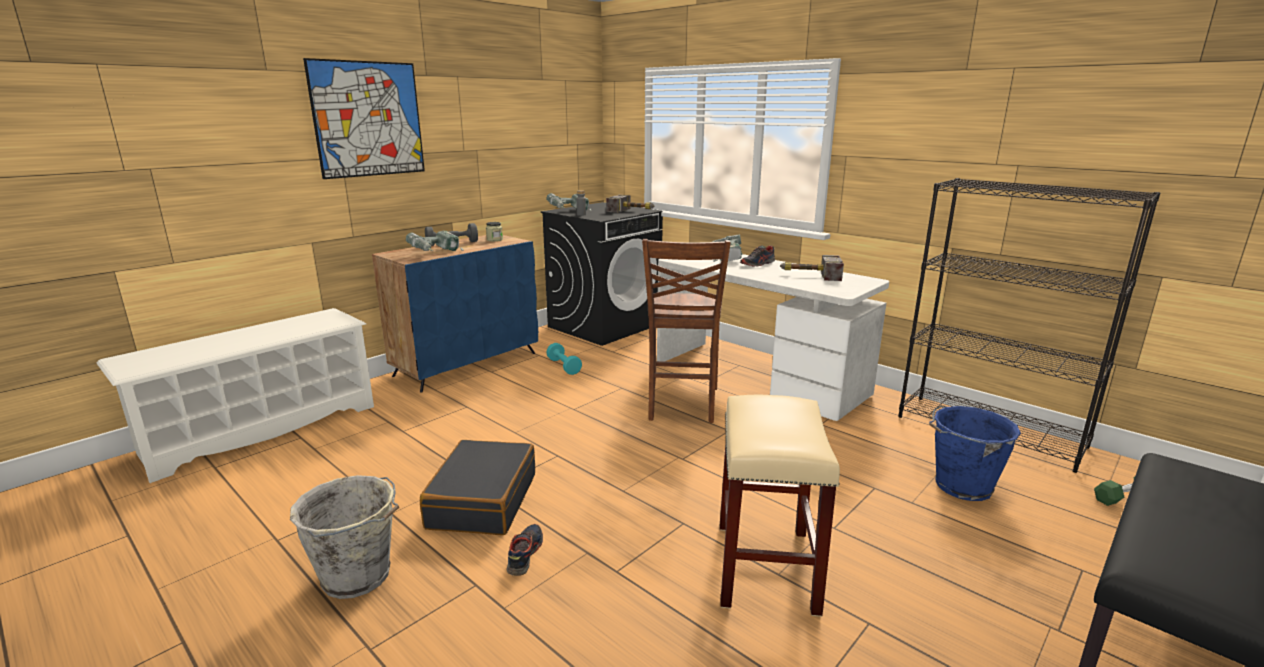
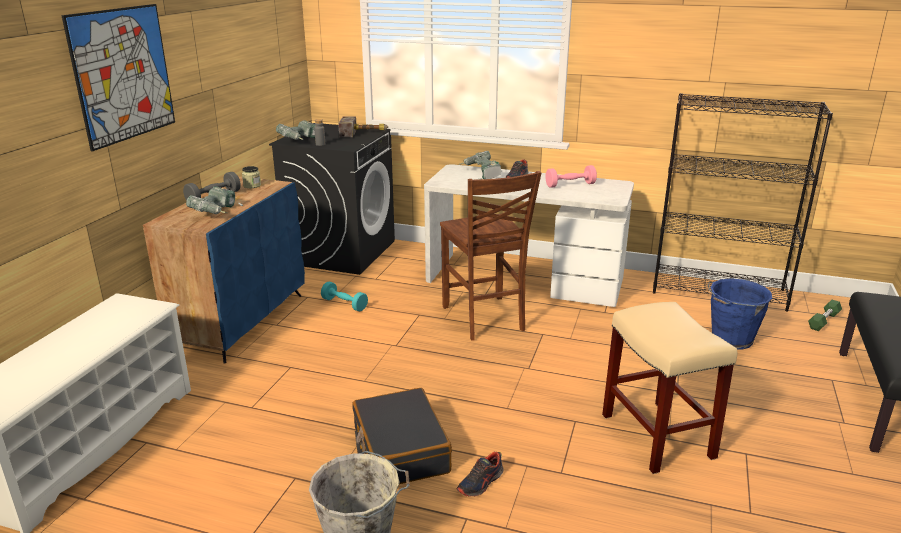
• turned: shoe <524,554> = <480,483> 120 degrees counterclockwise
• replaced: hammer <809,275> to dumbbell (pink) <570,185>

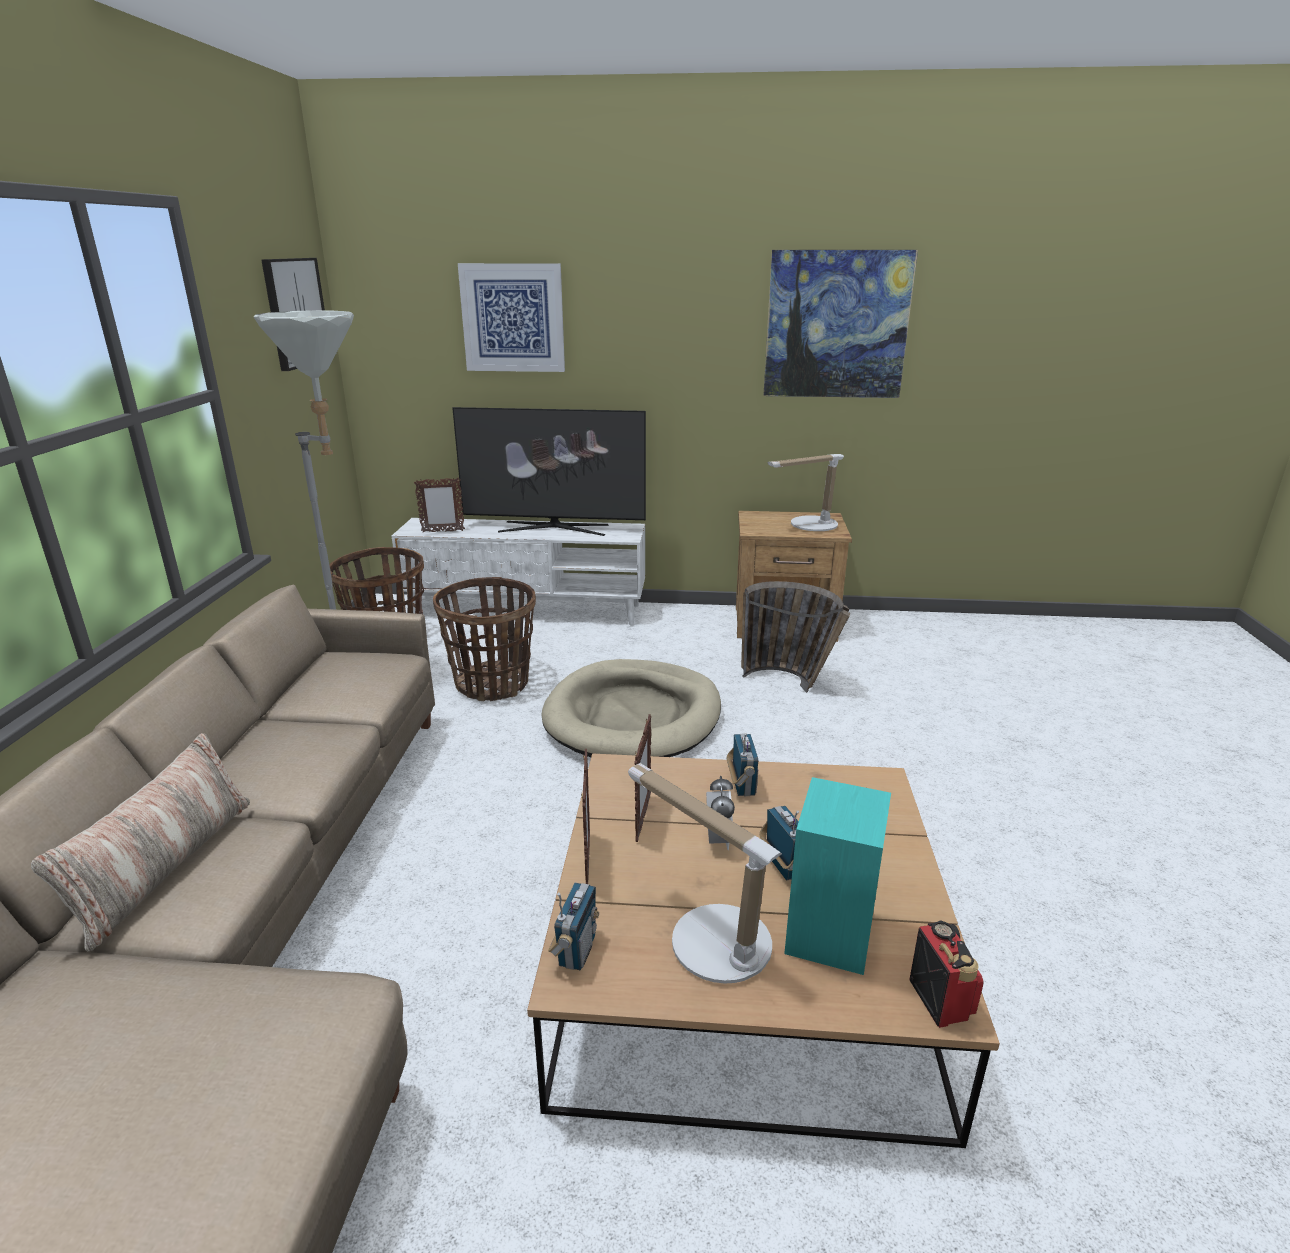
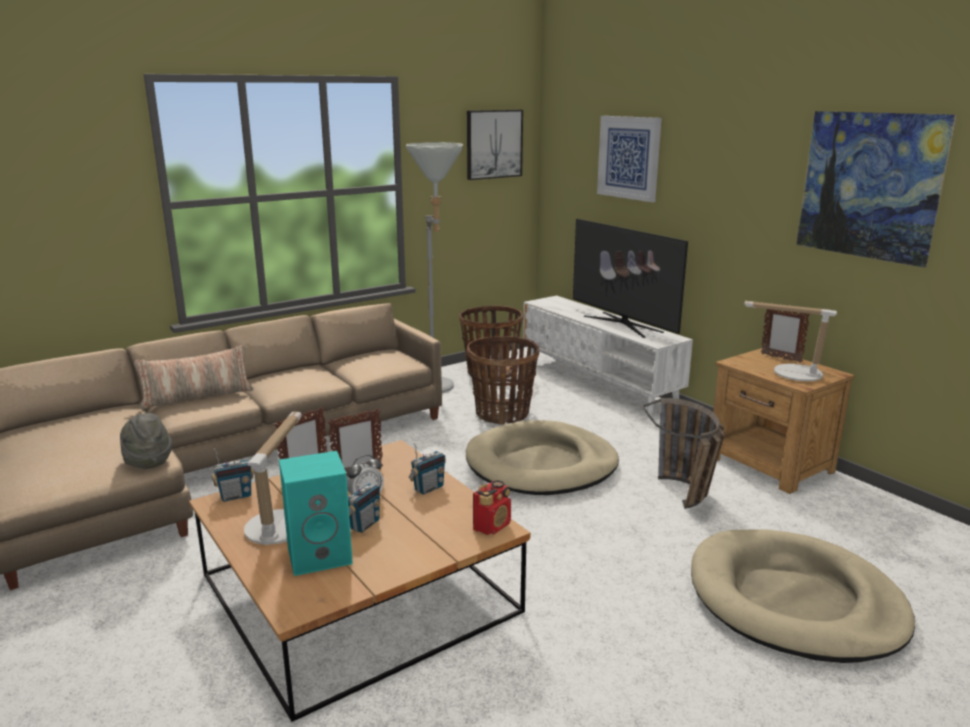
• added: hat (grey) <147,461>
• moved: radio <940,999> to <492,526>
• added: dog bed (beige) <794,601>
• moved: picture frame <442,531> to <780,358>

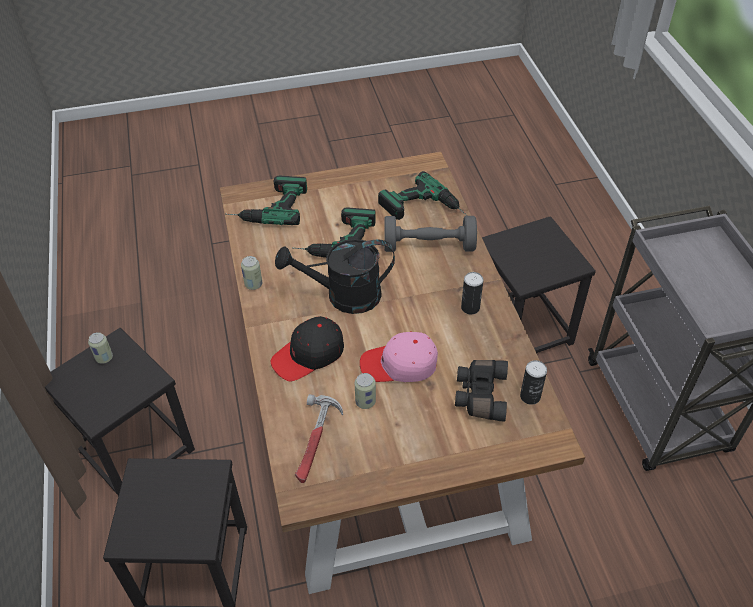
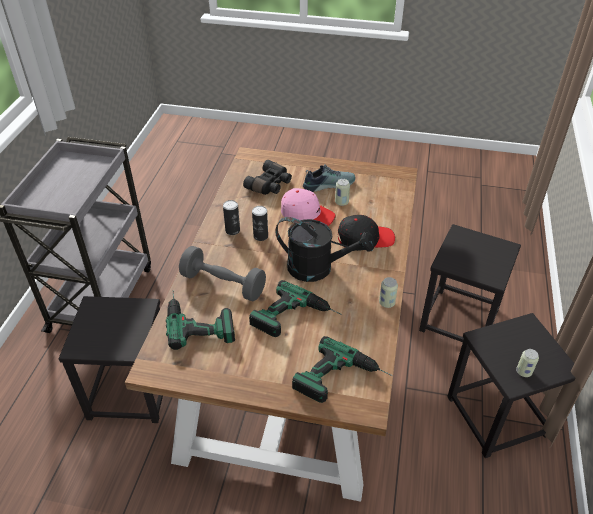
• moved: can <530,396> to <260,236>
• added: shoe <328,184>
• removed: hammer <316,441>

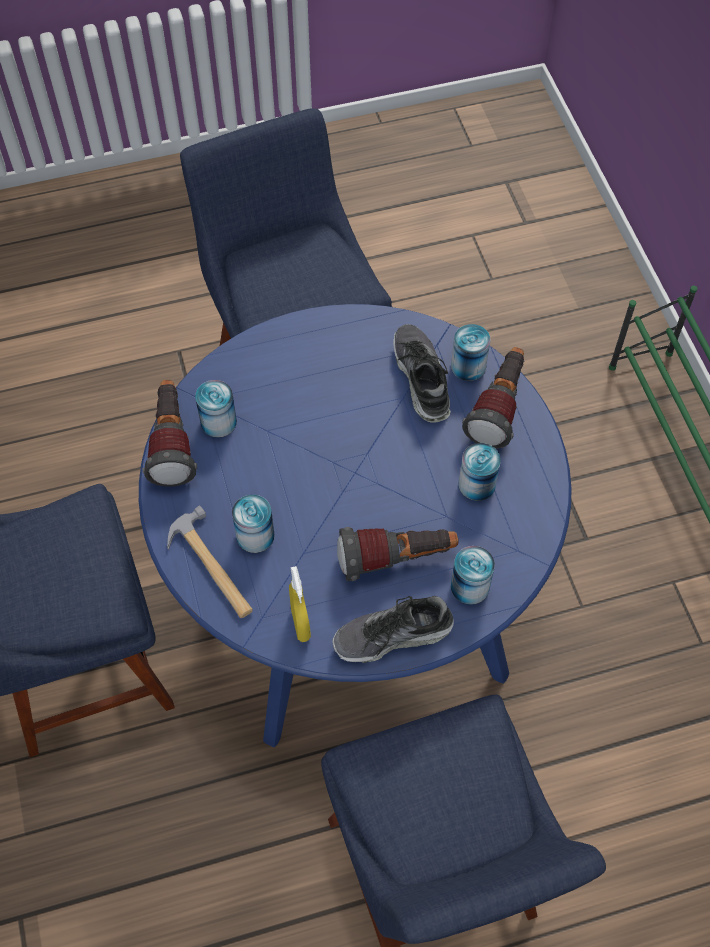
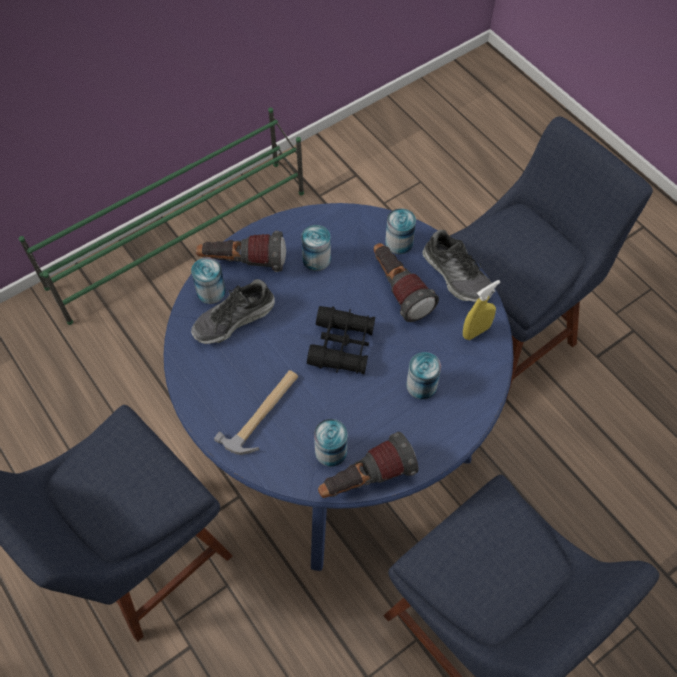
• moved: hammer <212,568> to <263,413>
• added: binoculars (black) <342,345>

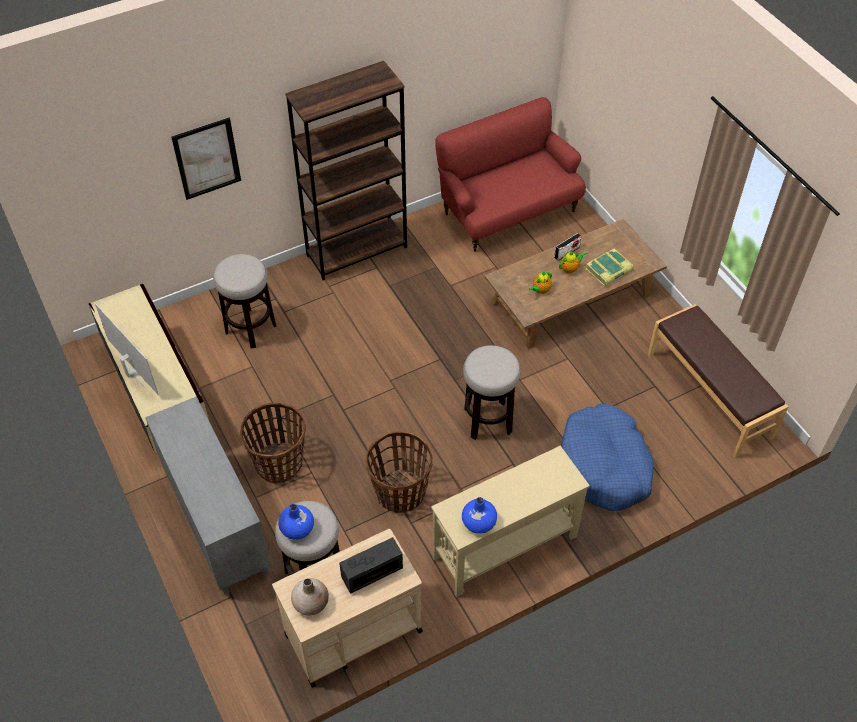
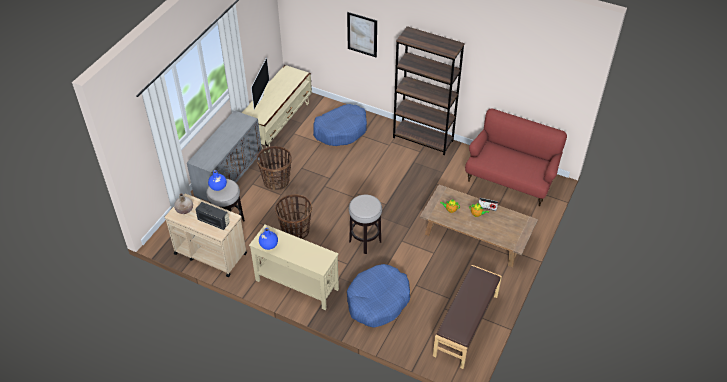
• replaced: stool <251,329> to dog bed (blue) <341,130>
• removed: book <609,270>

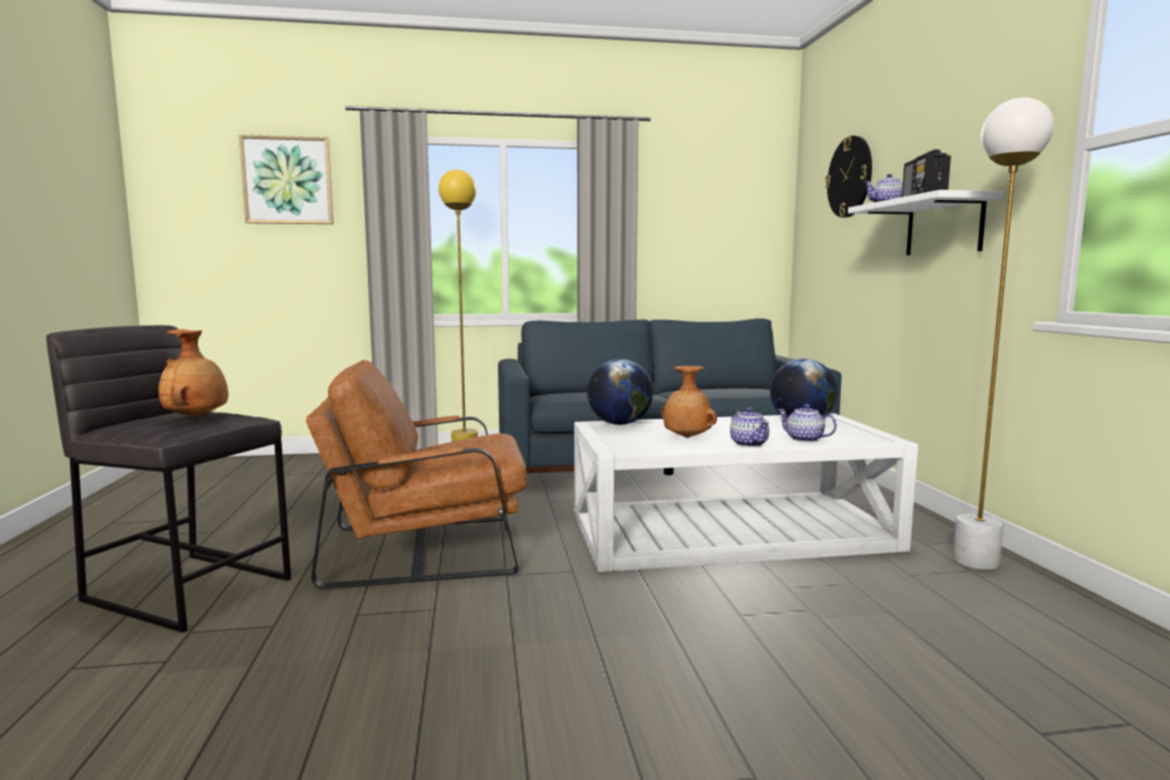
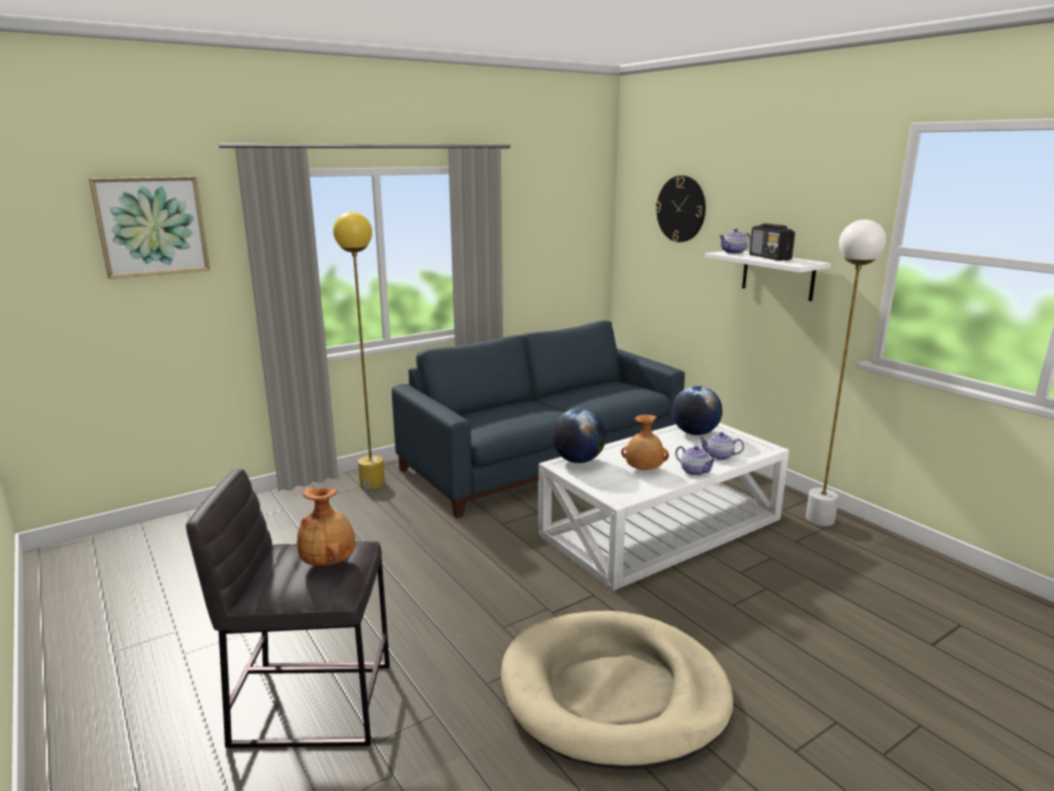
• added: dog bed (beige) <614,693>
• removed: armchair (brown) <427,548>

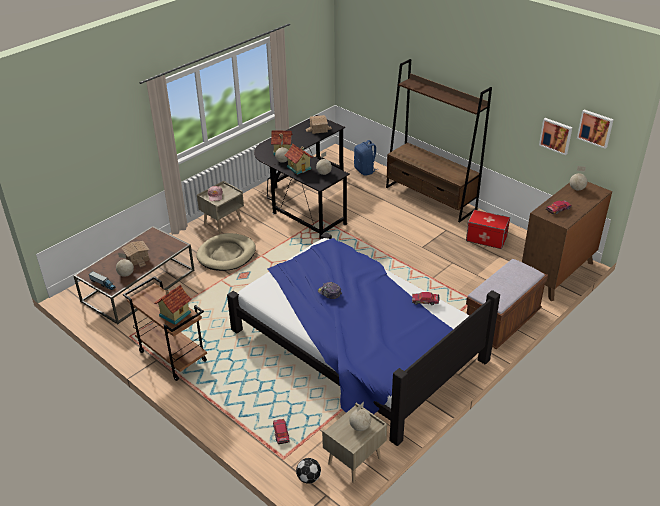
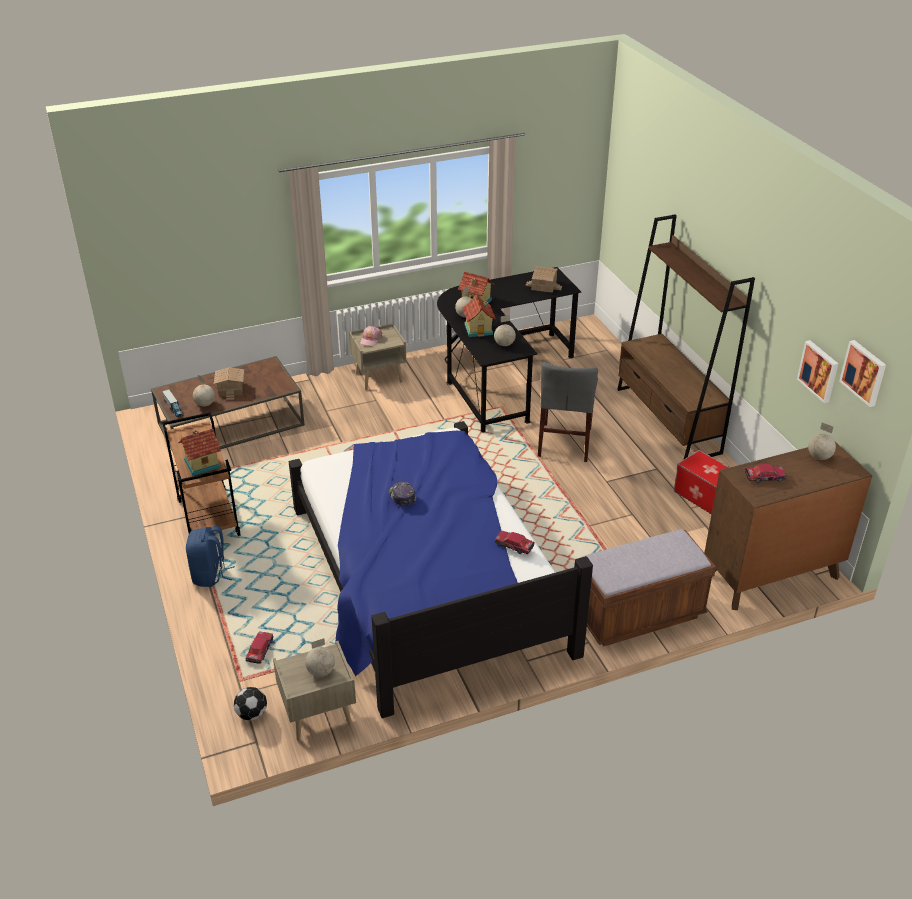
• moved: backpack (blue) <365,170> to <210,575>
• added: chair (grey) <564,442>
• removed: dog bed (beige) <226,254>

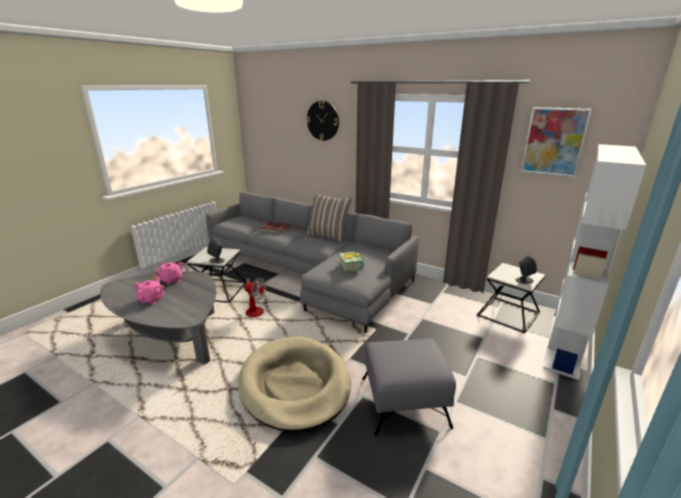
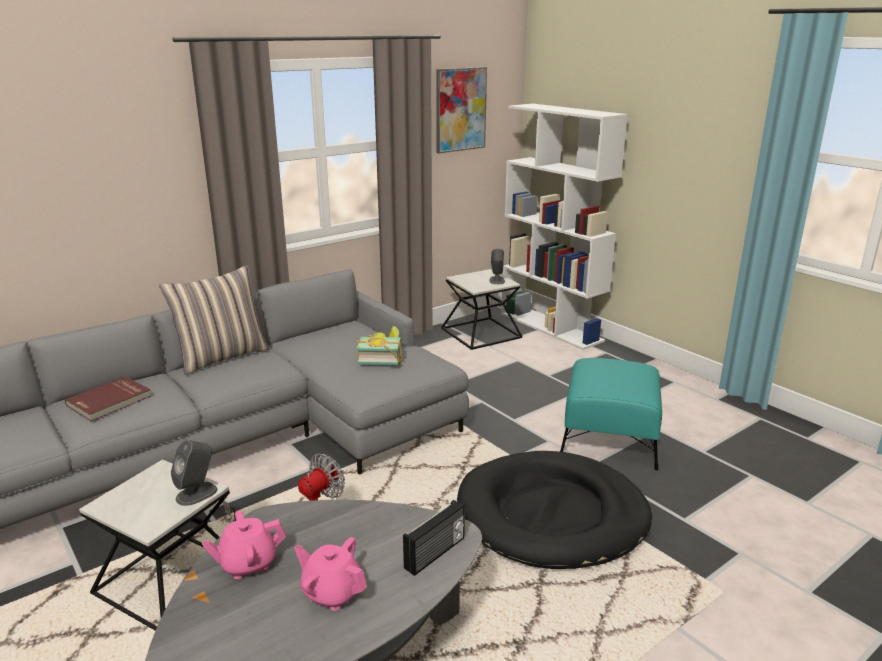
• added: radio <436,554>
• recoloured: dog bed (beige) <295,385> to dog bed (black) <552,515>
• recoloured: ottoman (grey) <405,402> to ottoman (turquoise) <609,438>
• removed: wall clock <323,120>

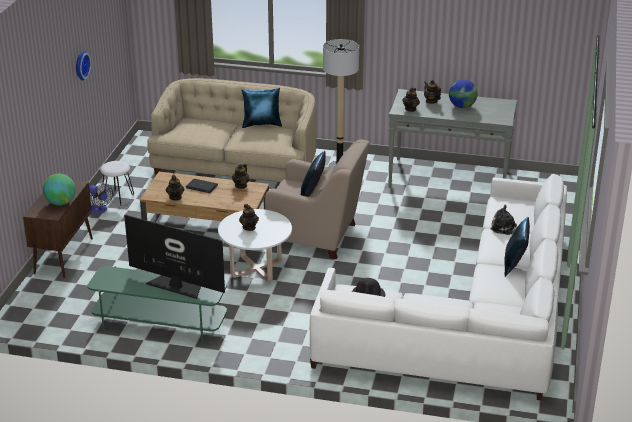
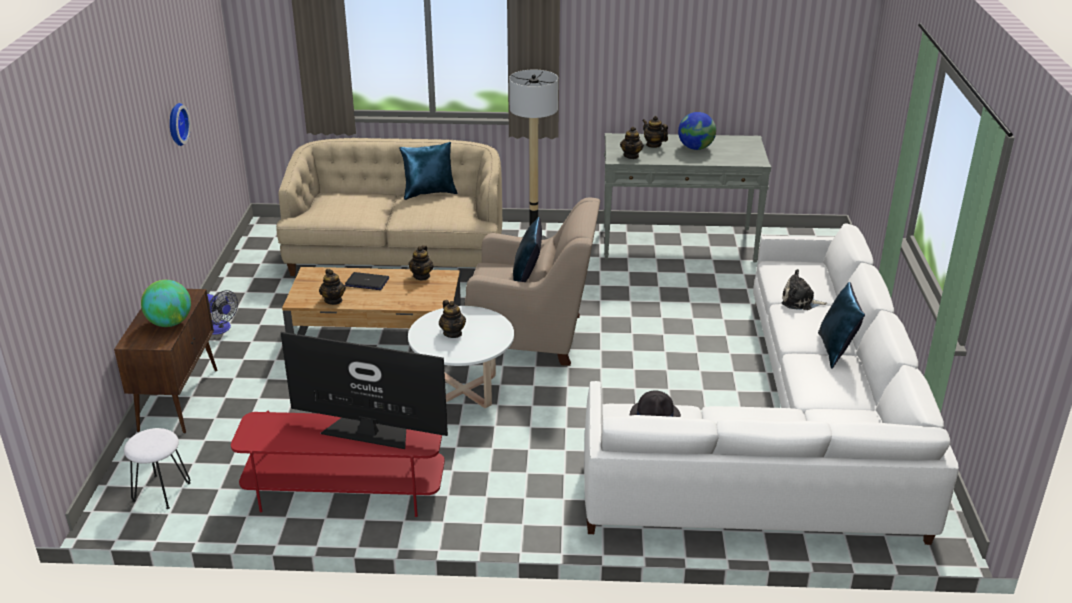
• moved: stool (white) <117,197> to <161,491>
• recoloured: tv stand (green) <159,325> to tv stand (red) <344,492>

